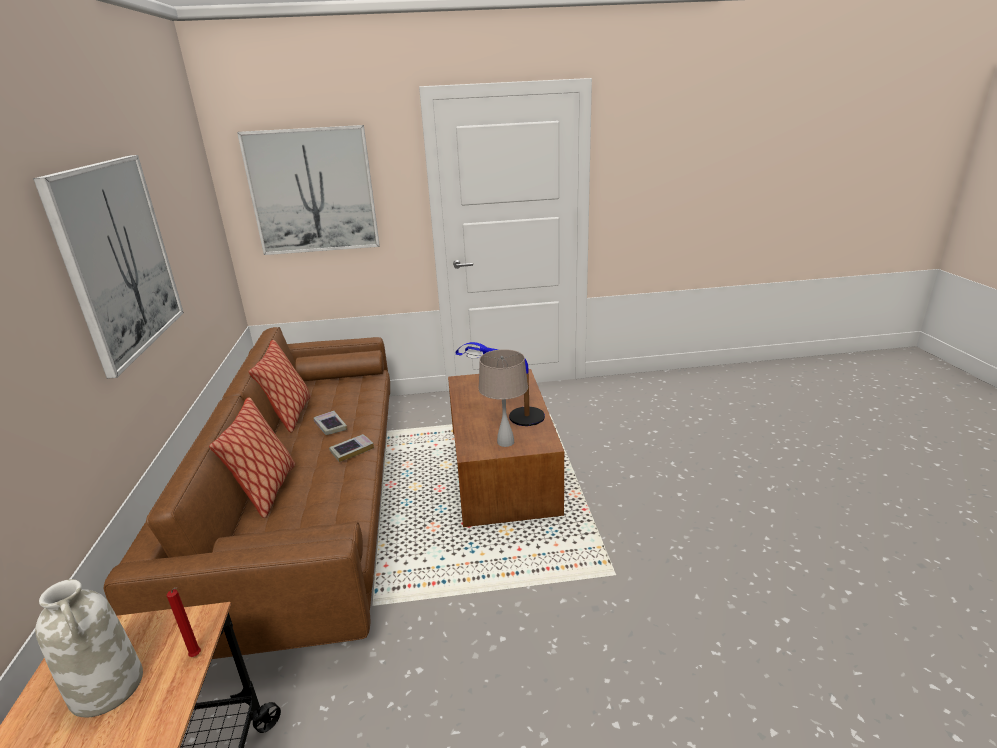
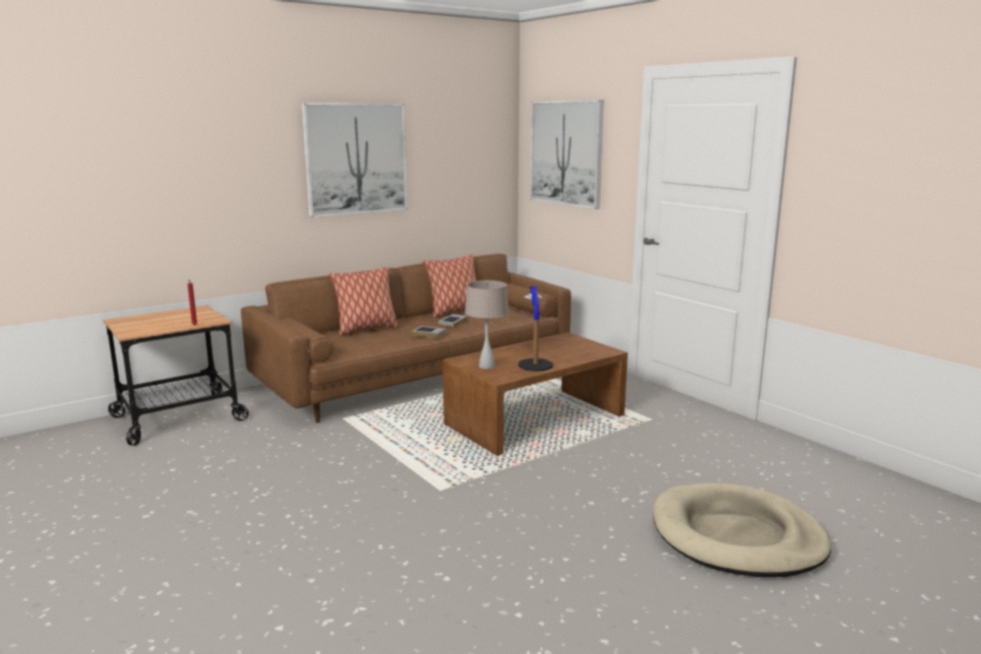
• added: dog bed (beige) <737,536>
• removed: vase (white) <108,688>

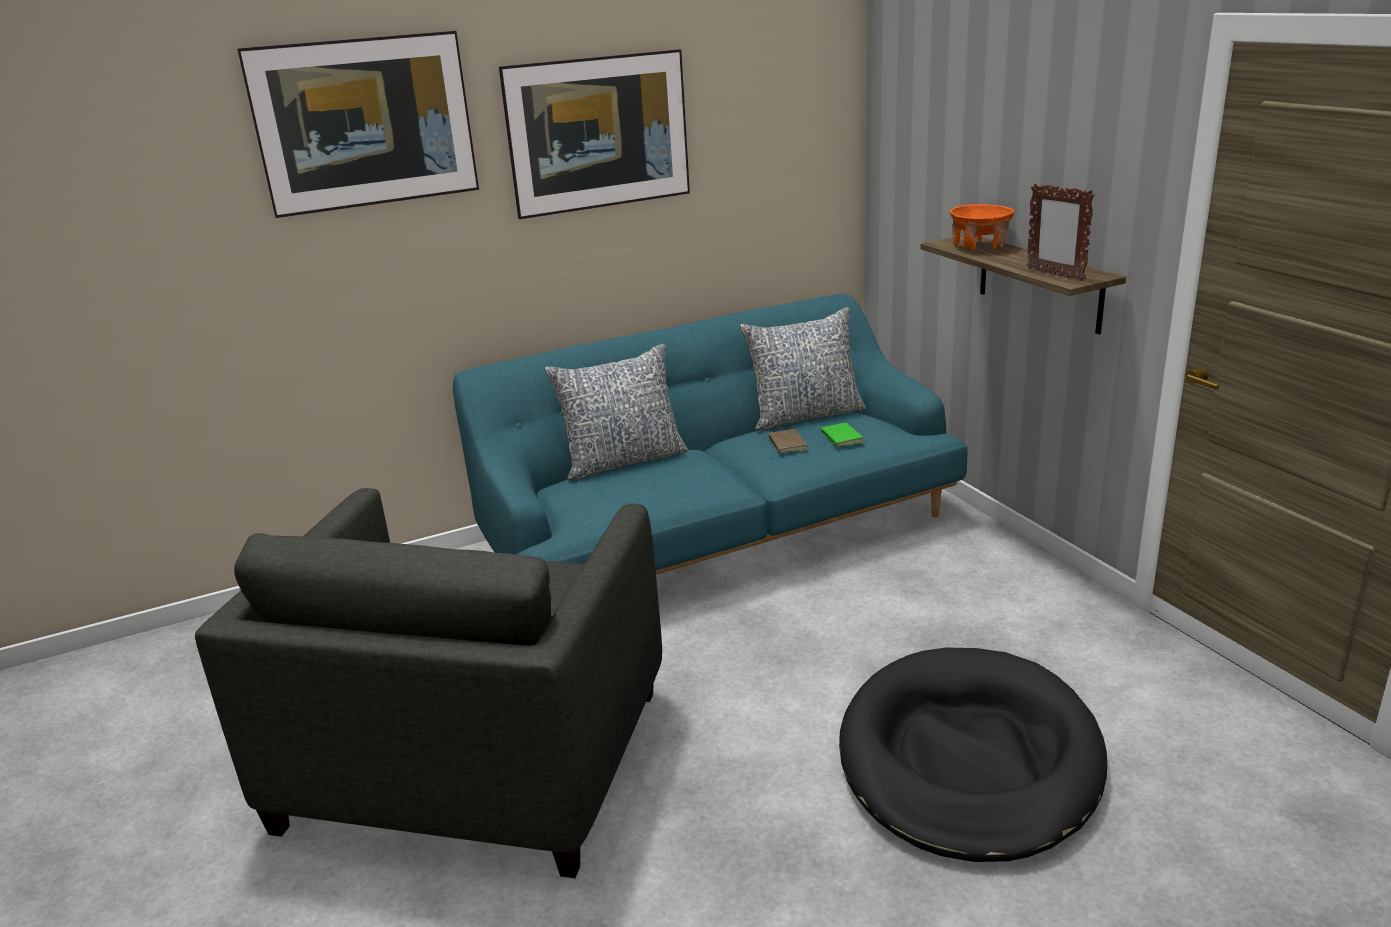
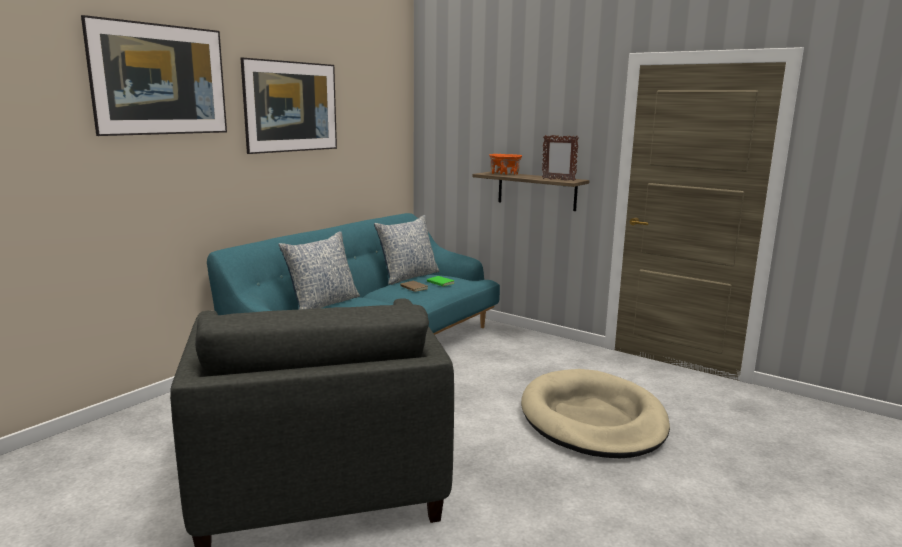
• recoloured: dog bed (black) <968,759> to dog bed (beige) <592,419>

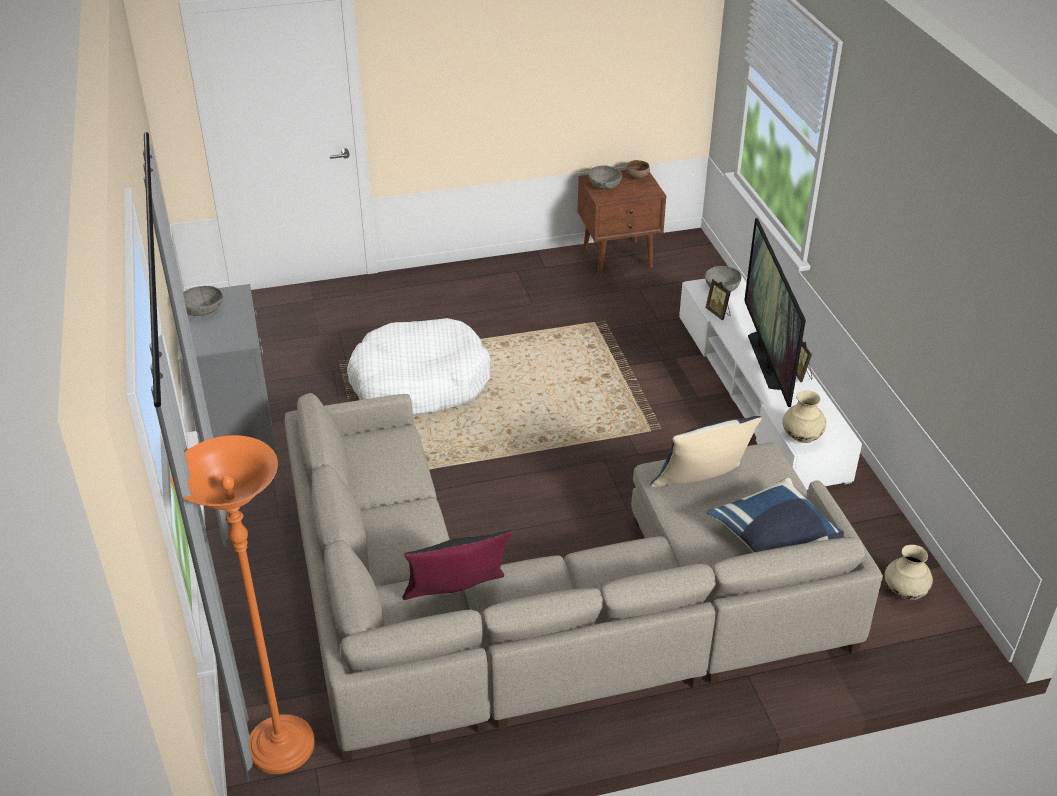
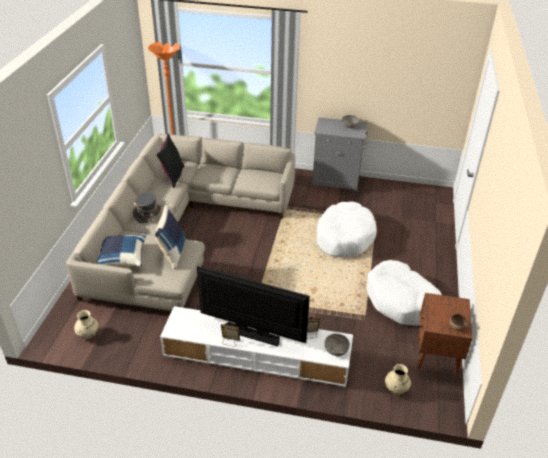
• added: hat (grey) <147,214>
• added: dog bed (white) <402,301>
• moved: vase (beige) <801,437> to <396,389>
• removed: bowl (grey) <604,185>

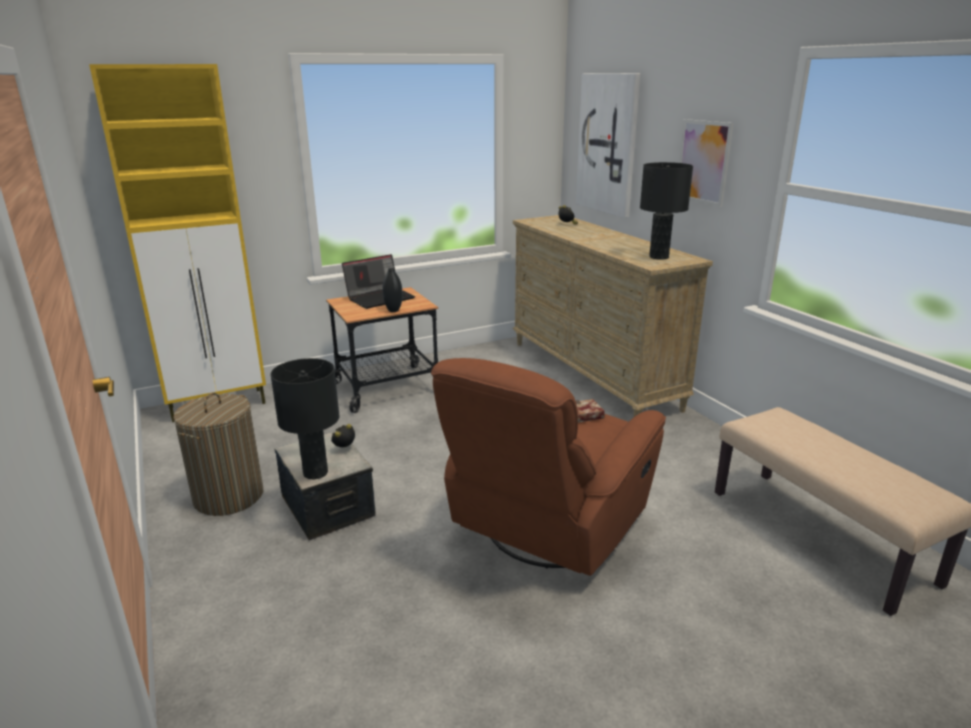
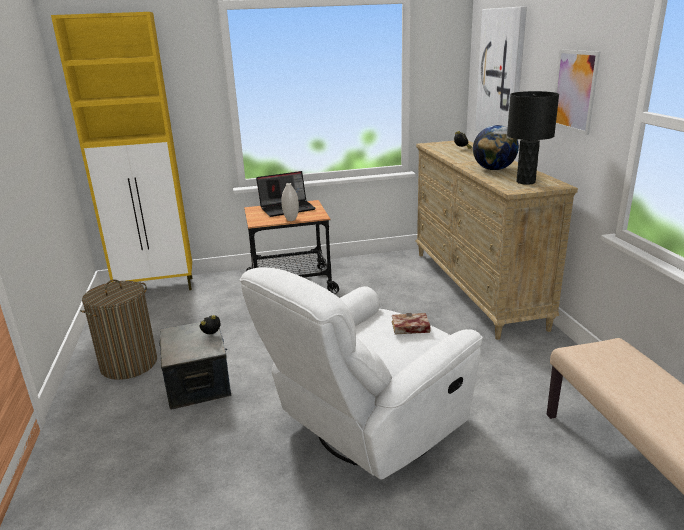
• recoloured: armchair (brown) <545,531> to armchair (white) <368,430>
• recoloured: vase (black) <393,310> to vase (white) <291,219>
• added: globe <494,169>
• removed: table lamp (black) <315,473>

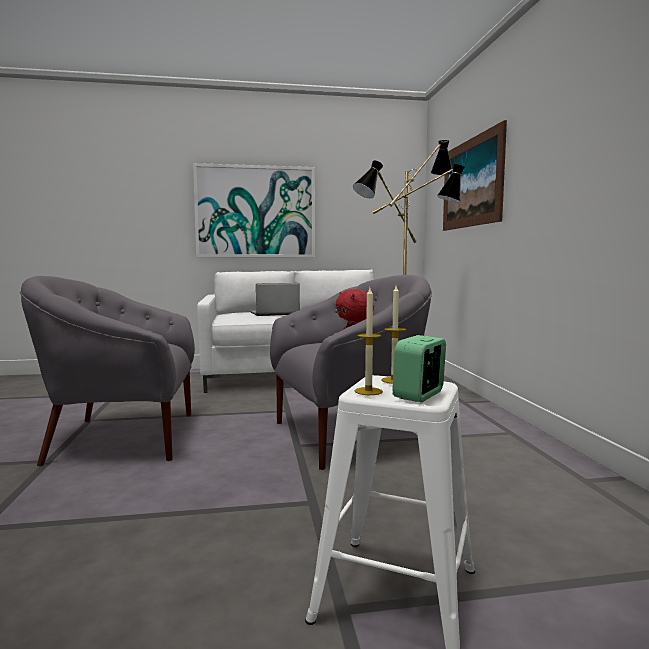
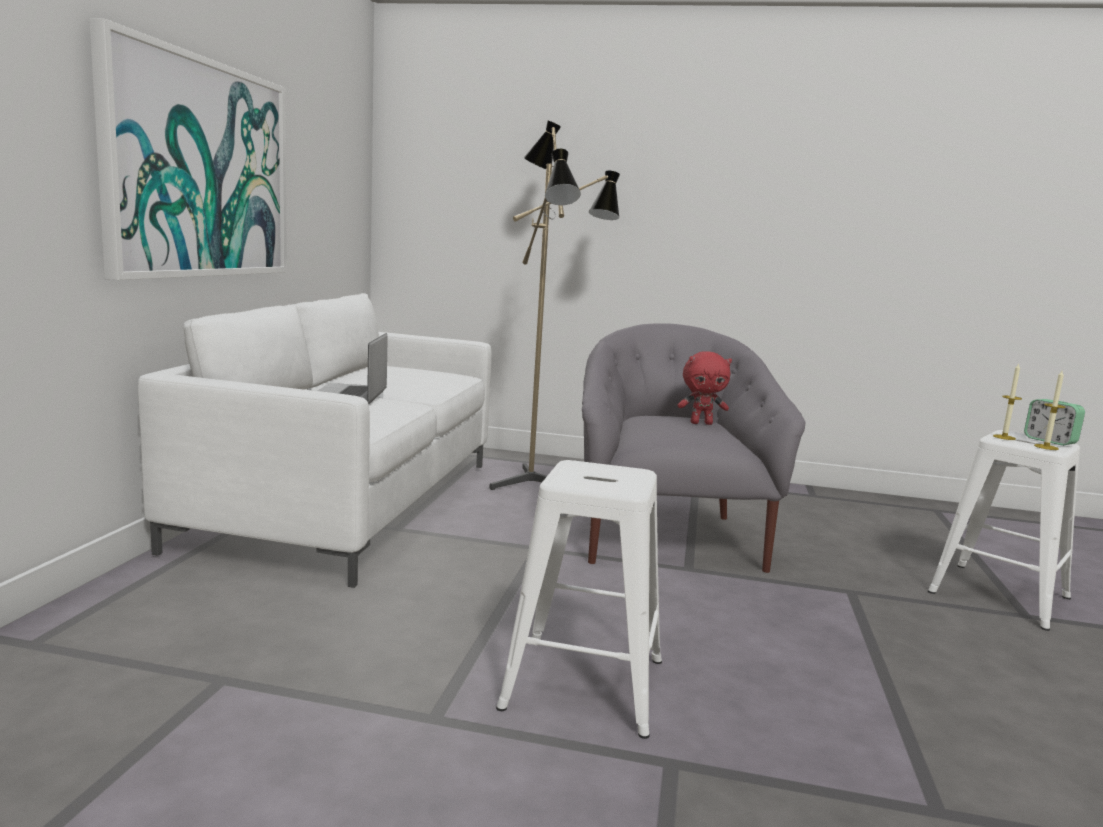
• replaced: armchair (grey) <122,437> to stool (white) <582,684>
• removed: picture <471,183>

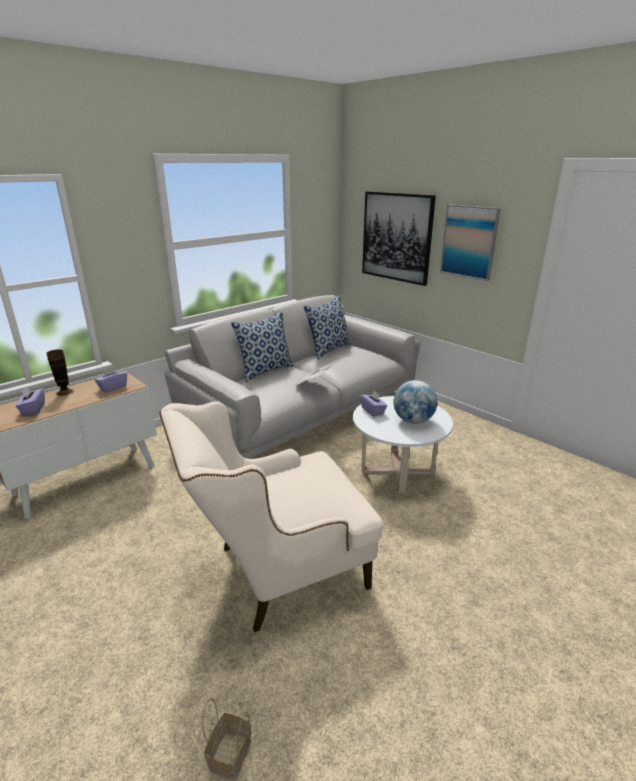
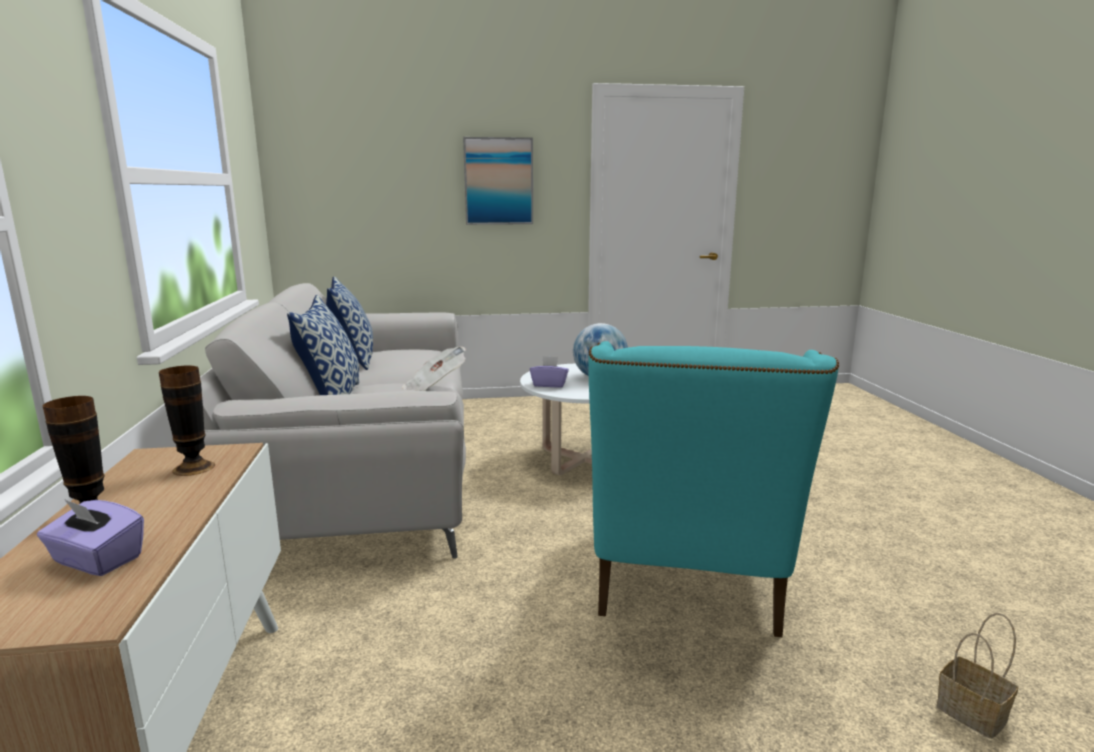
• replaced: tissue box (purple) <113,387> to vase <194,468>
• recoloured: armchair (beige) <277,573> to armchair (turquoise) <687,588>
• removed: picture <396,237>

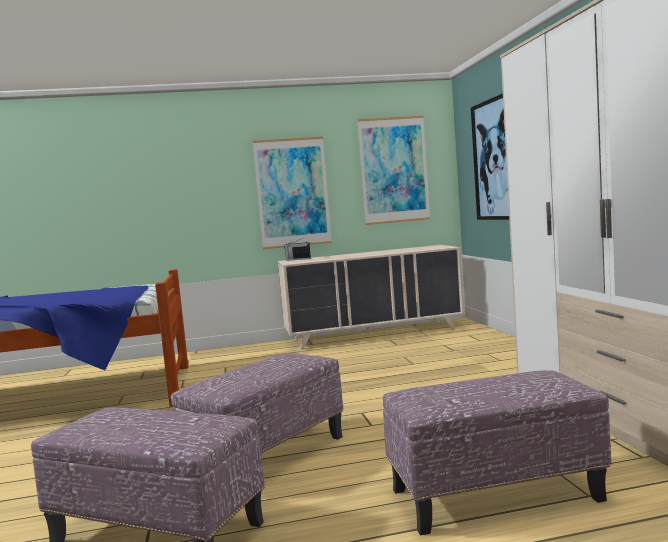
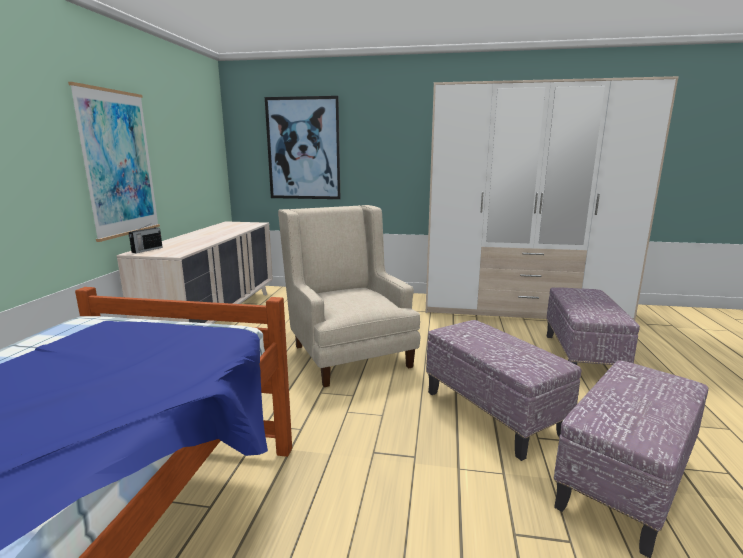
• added: armchair (beige) <347,352>
• removed: picture <394,170>

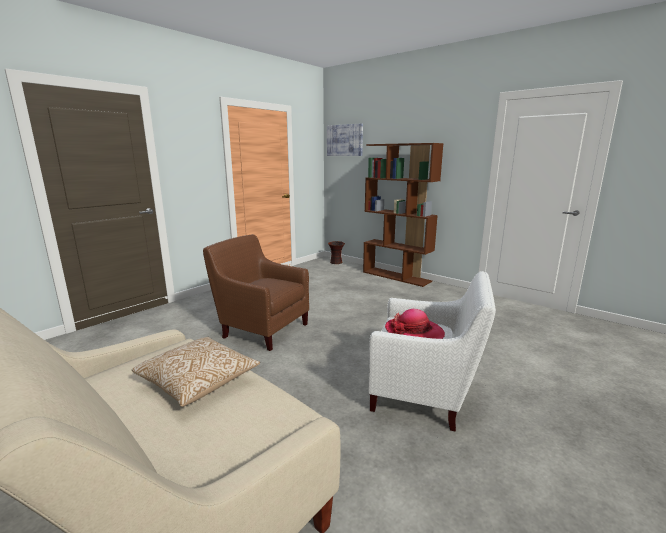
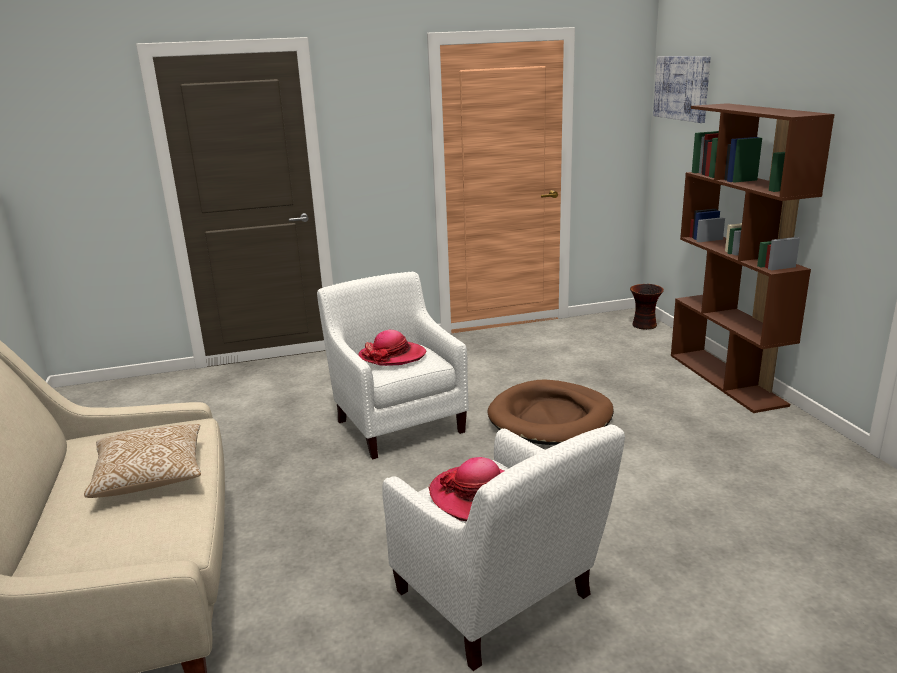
• recoloured: armchair (brown) <262,328> to armchair (white) <398,422>
• added: hat <392,356>
• added: dog bed (brown) <550,418>

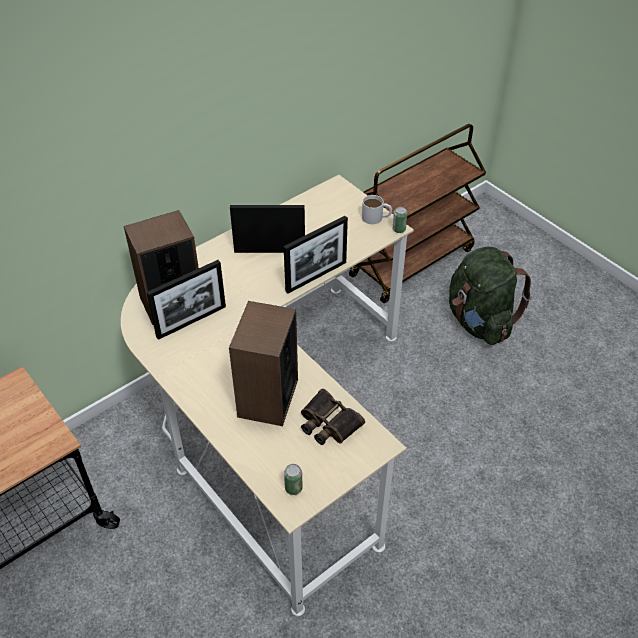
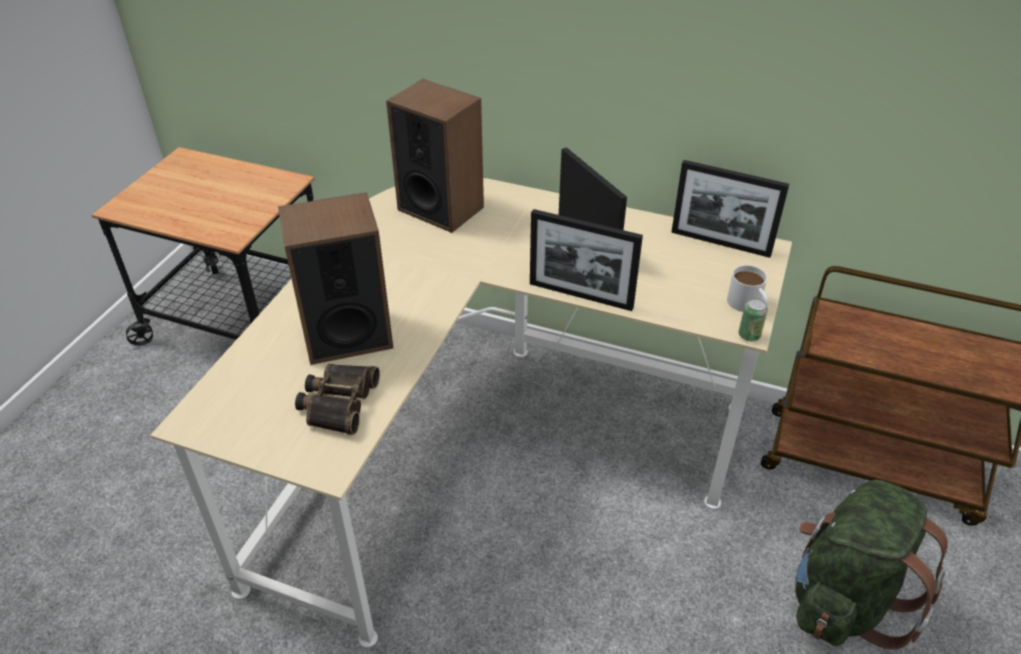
• moved: picture frame <191,321> to <720,243>
• removed: can <293,488>

